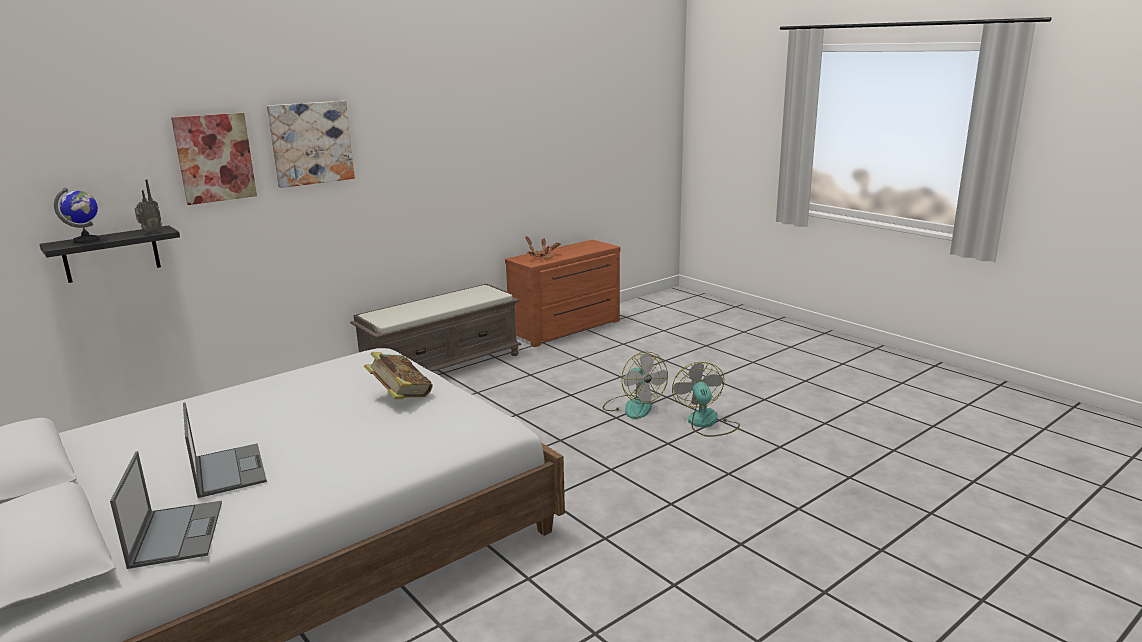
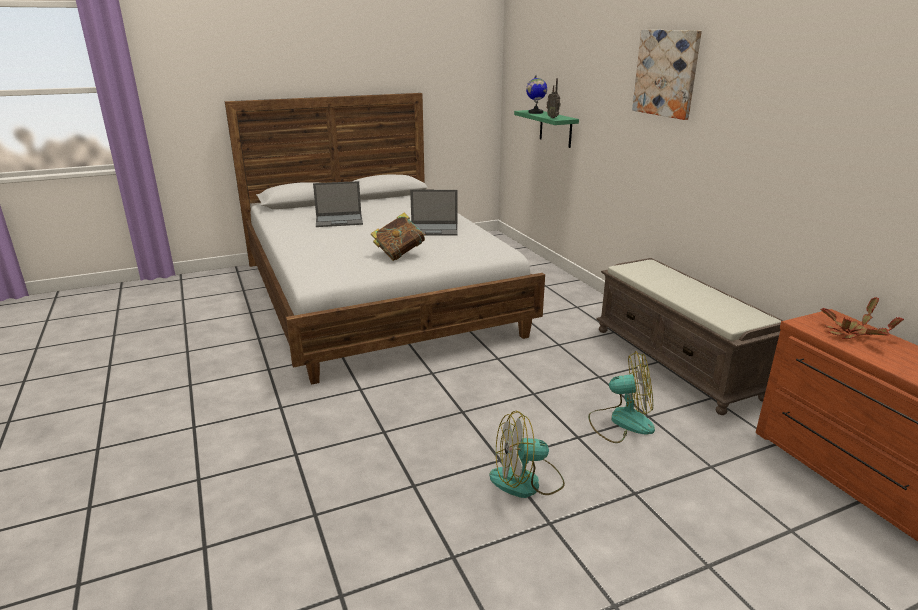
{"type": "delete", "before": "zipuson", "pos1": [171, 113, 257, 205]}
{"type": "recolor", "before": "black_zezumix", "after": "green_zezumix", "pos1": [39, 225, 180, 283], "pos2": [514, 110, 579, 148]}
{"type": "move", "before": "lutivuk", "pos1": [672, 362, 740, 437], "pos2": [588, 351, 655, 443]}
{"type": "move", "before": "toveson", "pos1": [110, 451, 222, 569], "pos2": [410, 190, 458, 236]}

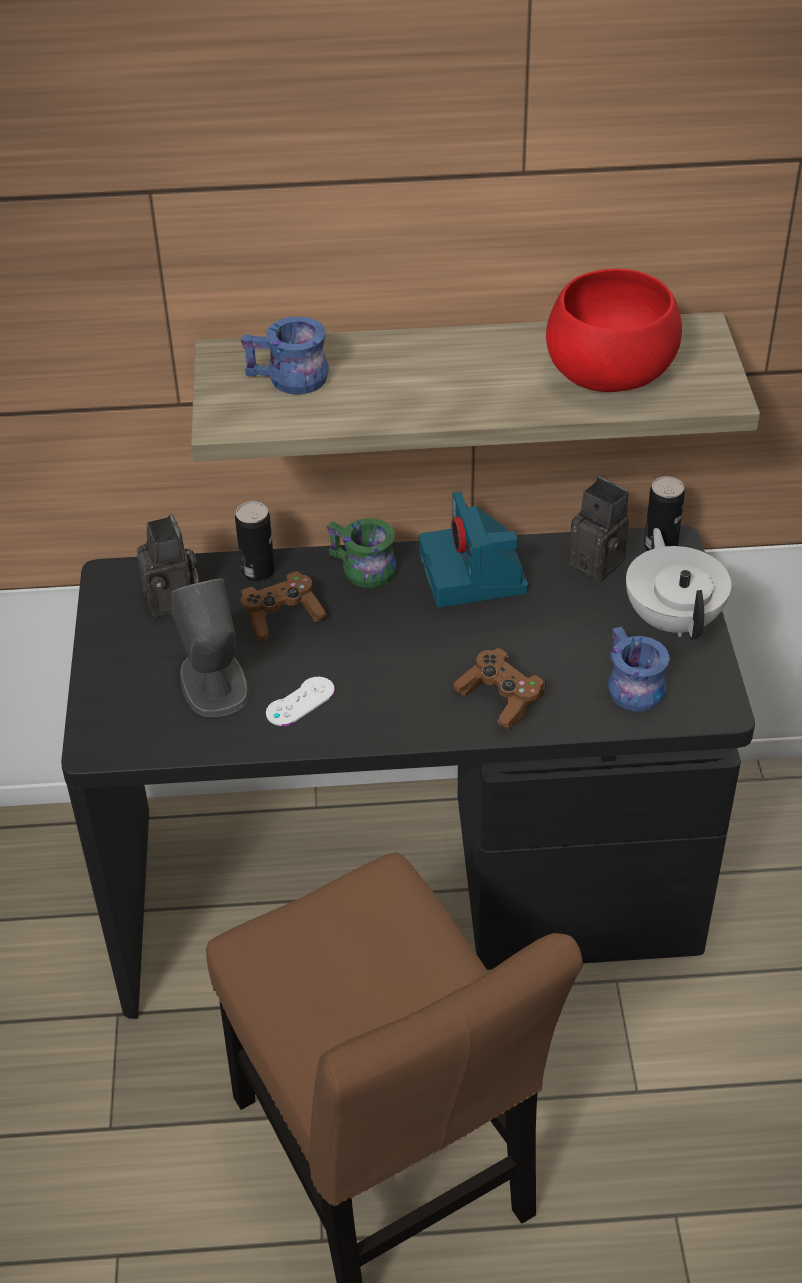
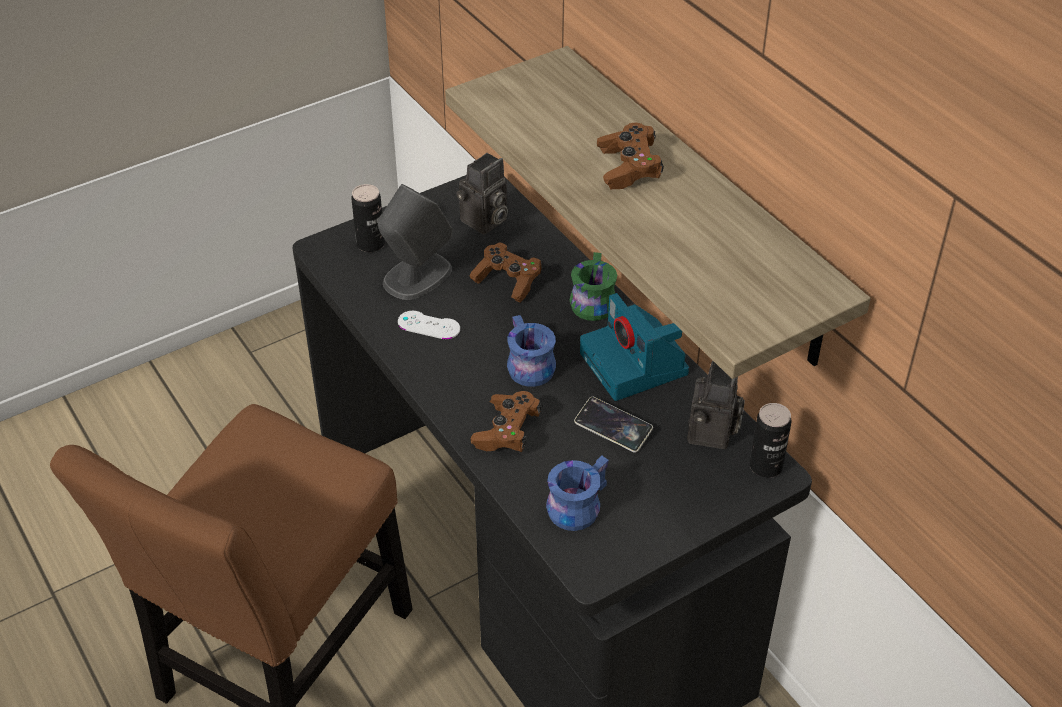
{"type": "delete", "before": "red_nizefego", "pos1": [546, 269, 682, 392]}
{"type": "move", "before": "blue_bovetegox", "pos1": [241, 316, 329, 394], "pos2": [507, 315, 556, 387]}
{"type": "rotate", "before": "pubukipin", "pos1": [419, 492, 528, 608], "pos2": [580, 293, 689, 401], "turn": -75}
{"type": "move", "before": "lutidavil", "pos1": [235, 501, 275, 581], "pos2": [351, 184, 385, 252]}
{"type": "delete", "before": "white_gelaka", "pos1": [626, 528, 731, 640]}
{"type": "insert", "after": "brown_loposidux", "pos2": [597, 123, 664, 189]}
{"type": "insert", "after": "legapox", "pos2": [574, 397, 653, 453]}

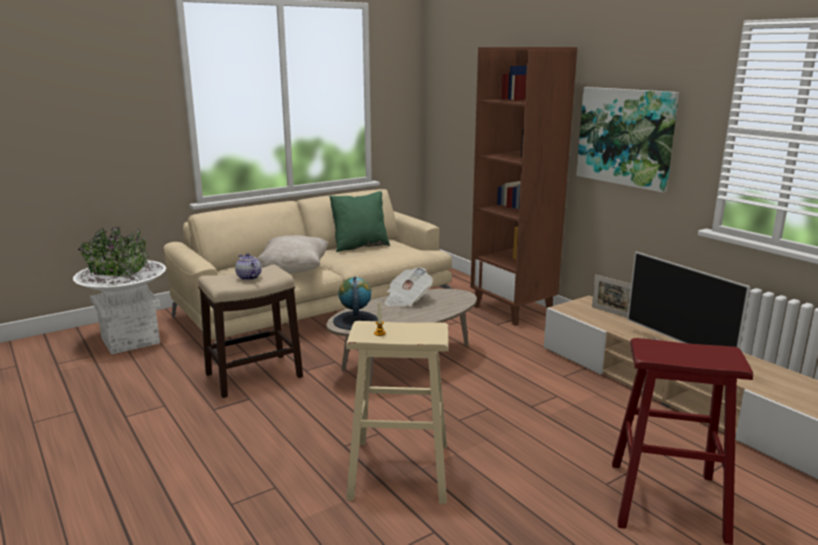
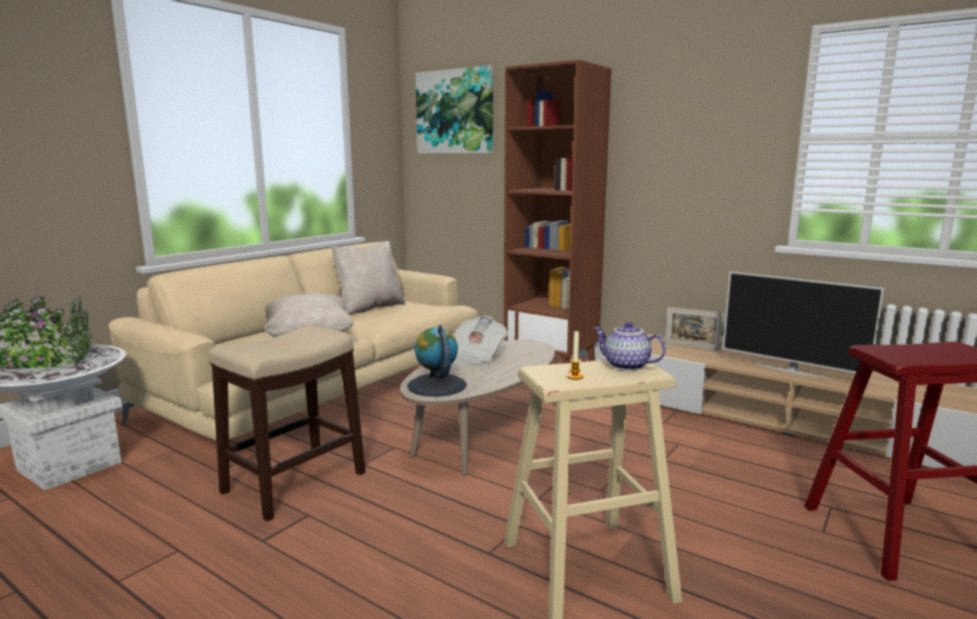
{"type": "move", "before": "zipuson", "pos1": [576, 87, 679, 193], "pos2": [415, 65, 493, 154]}
{"type": "recolor", "before": "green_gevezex", "after": "beige_gevezex", "pos1": [330, 191, 390, 252], "pos2": [331, 241, 405, 315]}
{"type": "move", "before": "gelaka", "pos1": [235, 253, 262, 280], "pos2": [593, 322, 666, 371]}

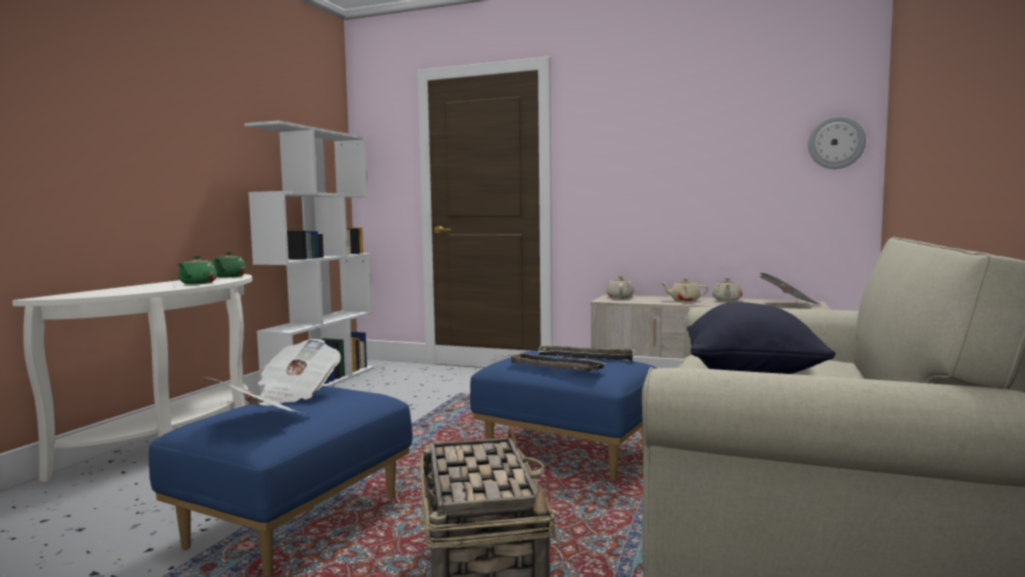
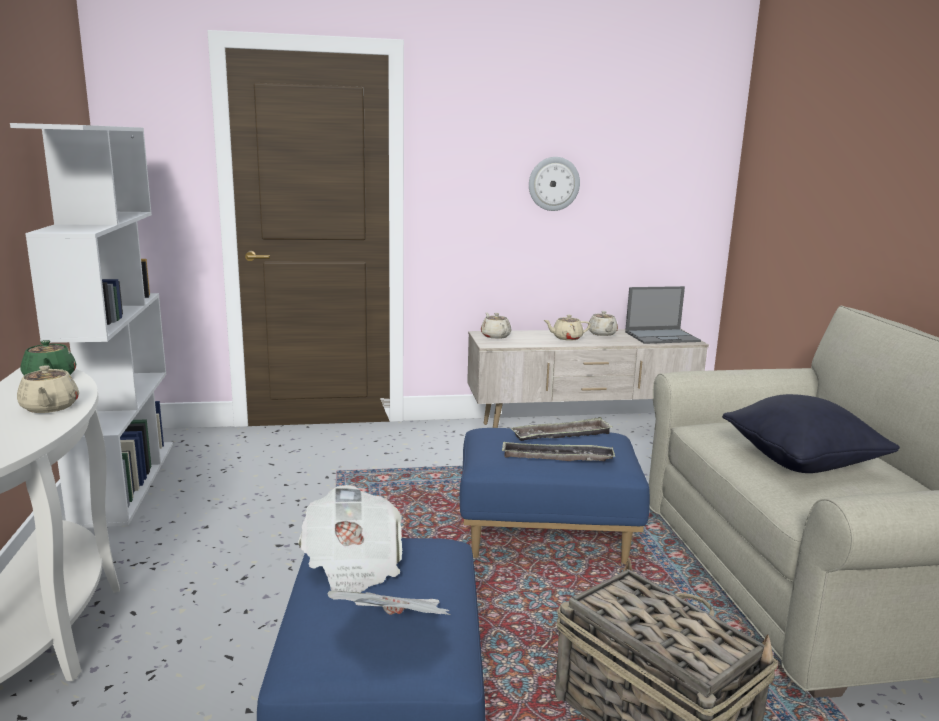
{"type": "move", "before": "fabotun", "pos1": [808, 116, 866, 169], "pos2": [529, 157, 580, 211]}
{"type": "recolor", "before": "green_gelaka", "after": "beige_gelaka", "pos1": [178, 256, 217, 284], "pos2": [17, 365, 79, 413]}
{"type": "replace", "before": "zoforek", "after": "toveson", "pos1": [759, 273, 820, 304], "pos2": [625, 286, 701, 344]}

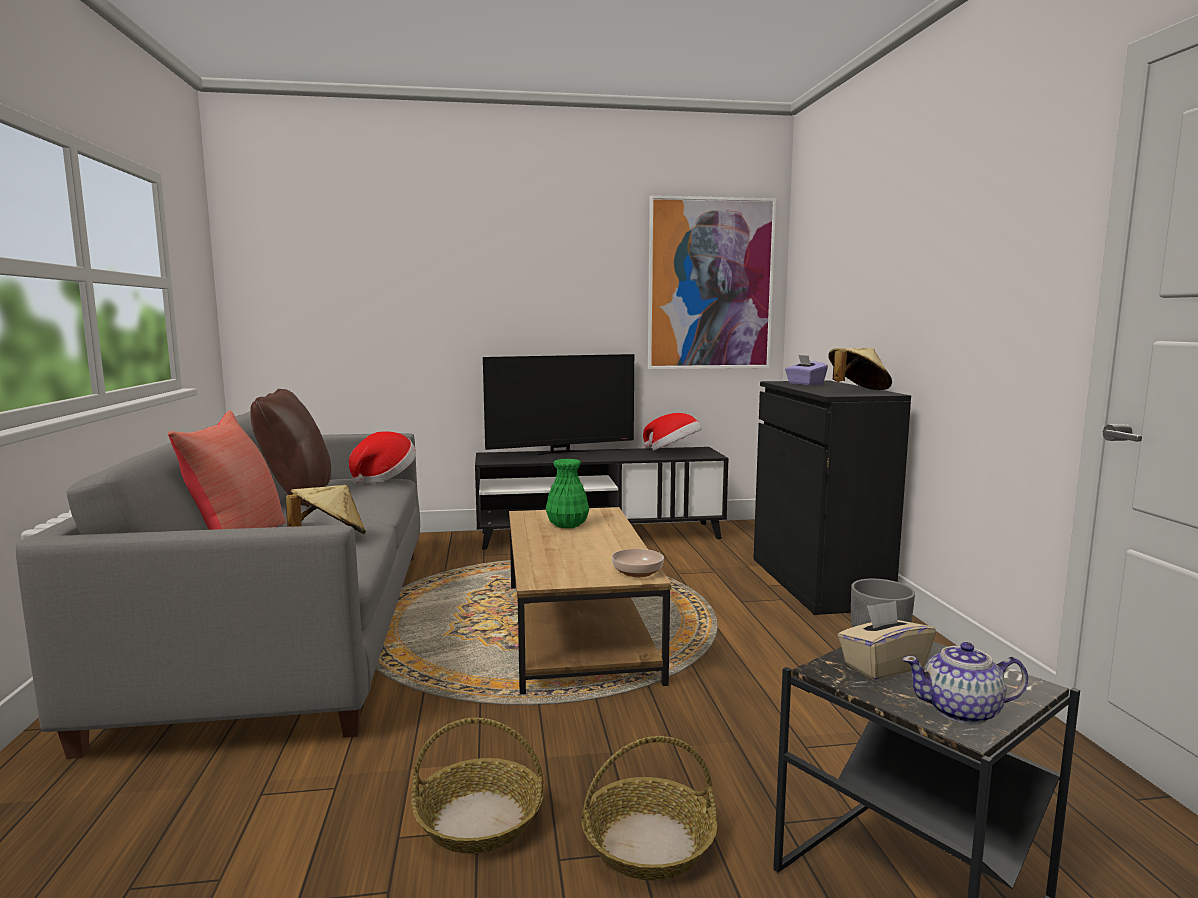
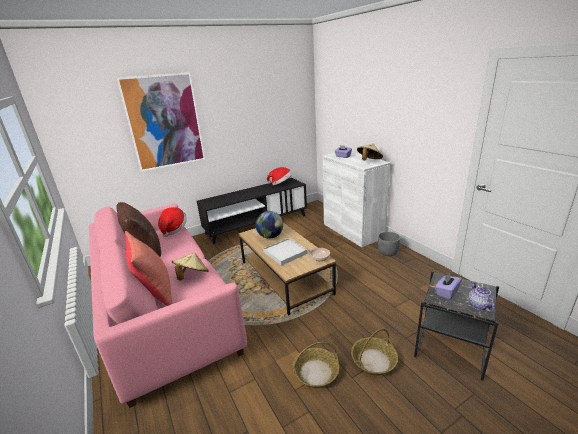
{"type": "move", "before": "zipuson", "pos1": [648, 195, 776, 369], "pos2": [117, 72, 205, 172]}
{"type": "delete", "before": "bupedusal", "pos1": [483, 354, 634, 455]}
{"type": "recolor", "before": "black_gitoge", "after": "white_gitoge", "pos1": [753, 381, 911, 615], "pos2": [323, 152, 391, 247]}
{"type": "recolor", "before": "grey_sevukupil", "after": "pink_sevukupil", "pos1": [16, 411, 420, 759], "pos2": [89, 204, 247, 408]}
{"type": "replace", "before": "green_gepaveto", "after": "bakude", "pos1": [546, 459, 589, 528], "pos2": [256, 211, 283, 239]}
{"type": "recolor", "before": "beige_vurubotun", "after": "purple_vurubotun", "pos1": [838, 601, 936, 680], "pos2": [435, 272, 462, 300]}
{"type": "rotate", "before": "gelaka", "pos1": [902, 642, 1028, 725], "pos2": [468, 281, 495, 312], "turn": 105}
{"type": "insert", "after": "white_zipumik", "pos2": [263, 238, 308, 266]}

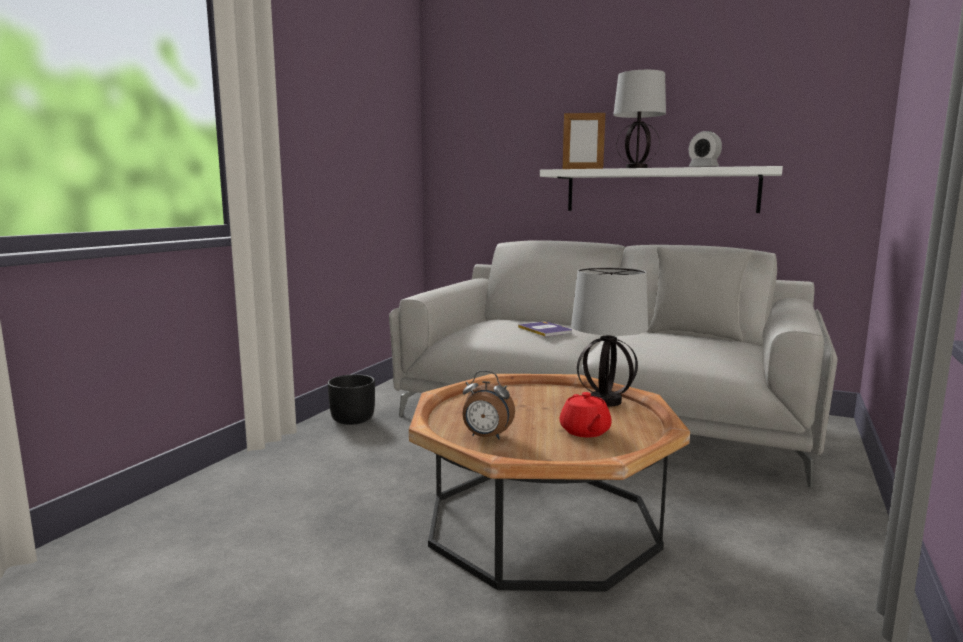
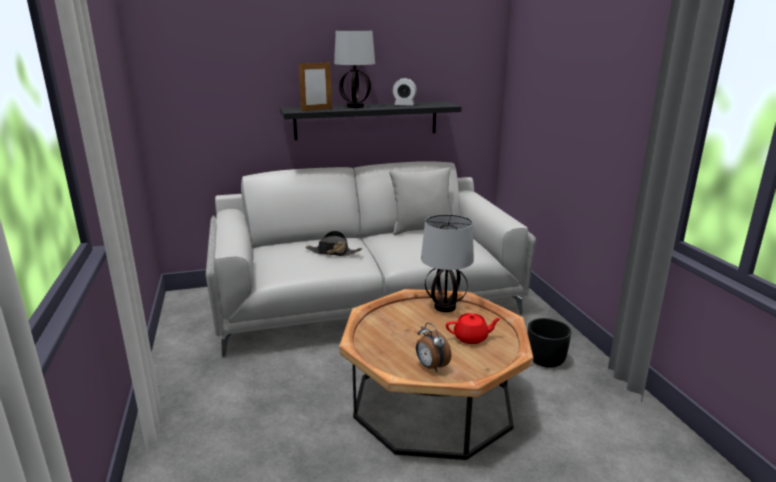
{"type": "recolor", "before": "white_zezumix", "after": "black_zezumix", "pos1": [540, 166, 783, 213], "pos2": [280, 101, 462, 140]}
{"type": "replace", "before": "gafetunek", "after": "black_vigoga", "pos1": [518, 322, 572, 337], "pos2": [306, 231, 362, 256]}
{"type": "rotate", "before": "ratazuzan", "pos1": [462, 371, 515, 440], "pos2": [416, 322, 451, 372], "turn": 75}
{"type": "move", "before": "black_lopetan", "pos1": [328, 374, 375, 425], "pos2": [527, 318, 572, 368]}
{"type": "rotate", "before": "red_gelaka", "pos1": [559, 392, 612, 437], "pos2": [446, 313, 501, 344], "turn": -45}

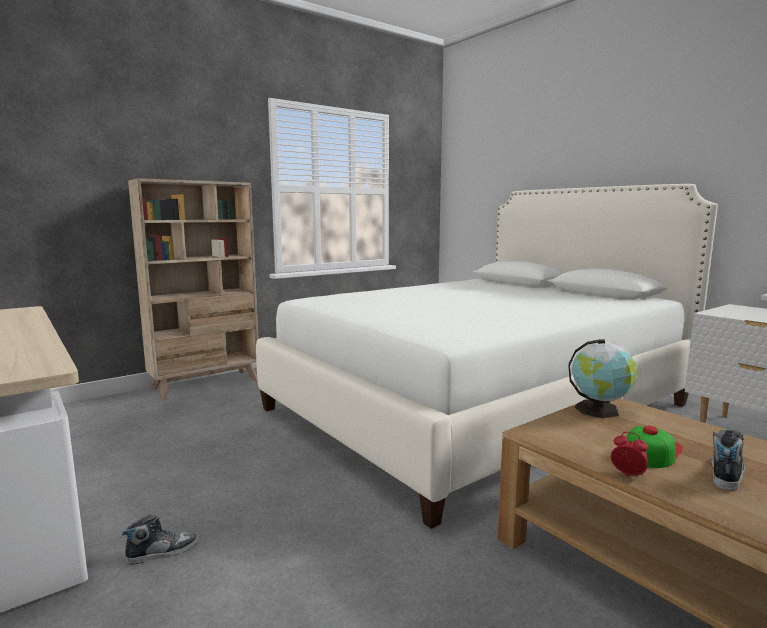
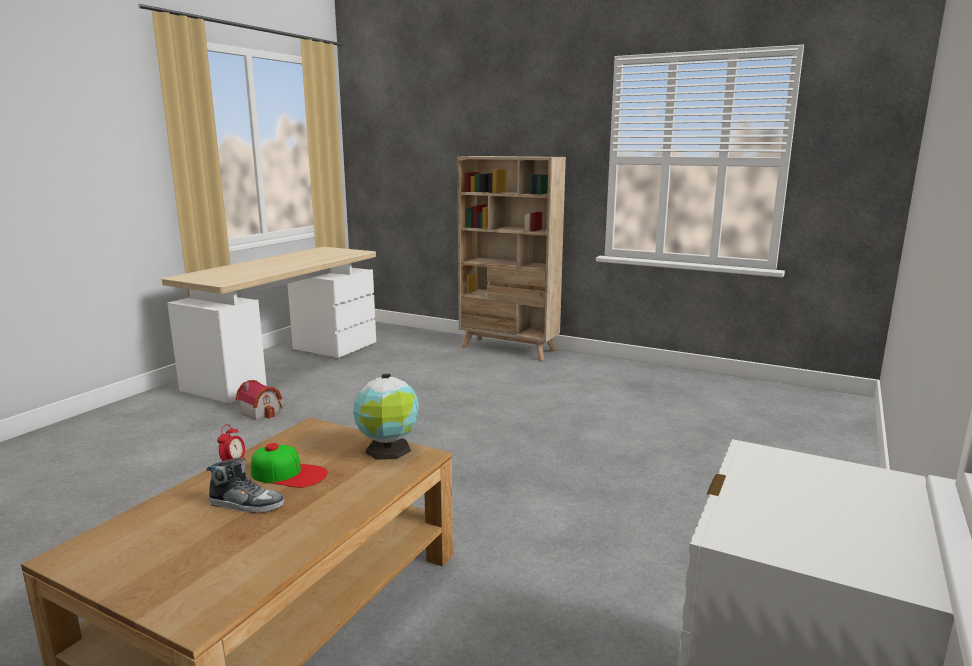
{"type": "delete", "before": "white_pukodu", "pos1": [256, 184, 718, 529]}
{"type": "replace", "before": "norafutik", "after": "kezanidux", "pos1": [122, 514, 197, 565], "pos2": [236, 380, 283, 420]}

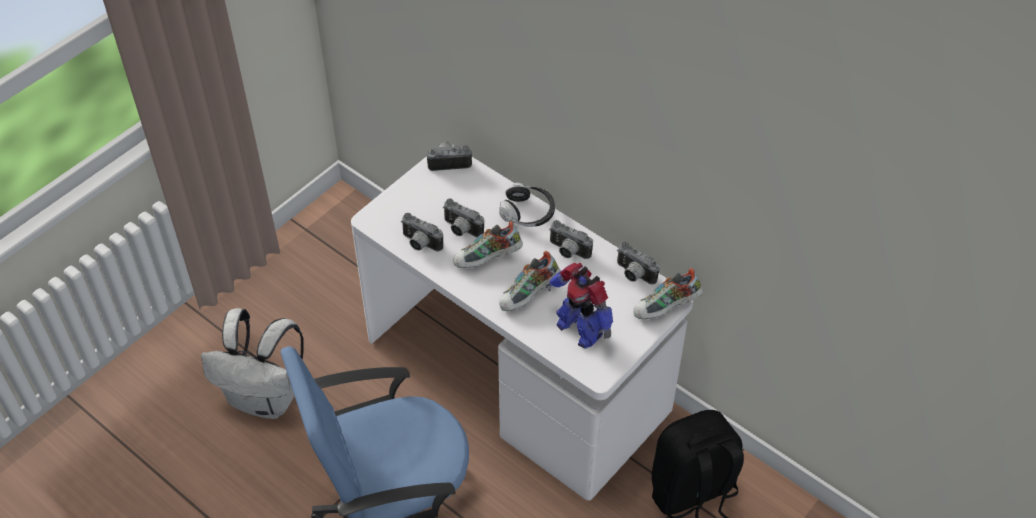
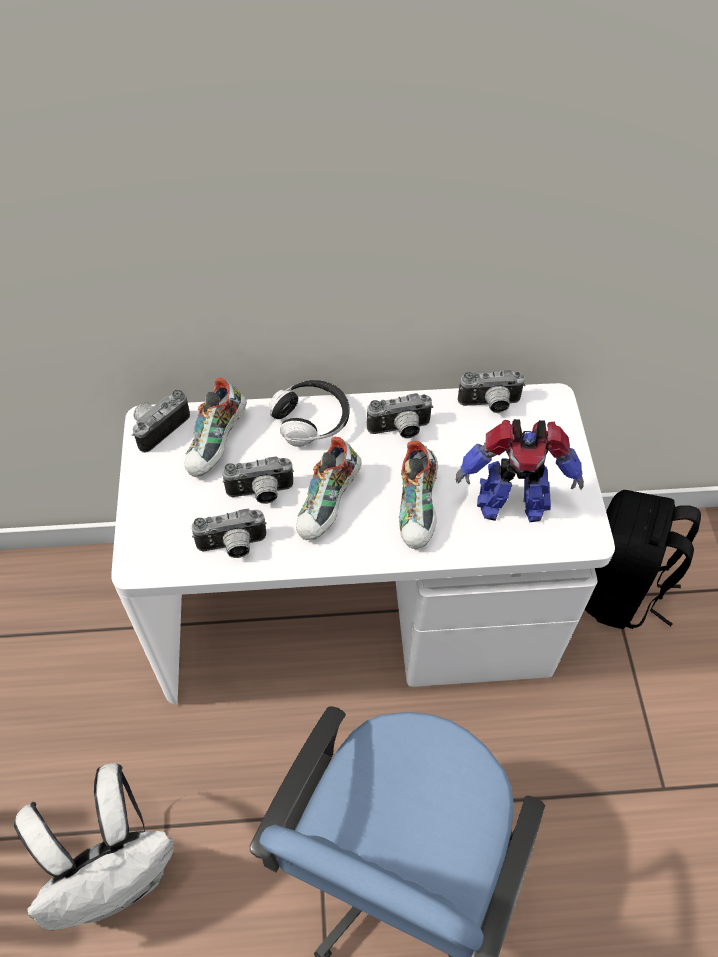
{"type": "move", "before": "norafutik", "pos1": [633, 268, 703, 319], "pos2": [185, 377, 247, 477]}

